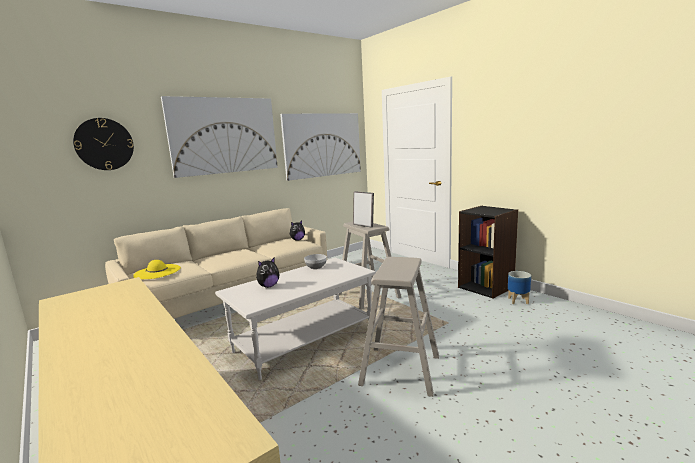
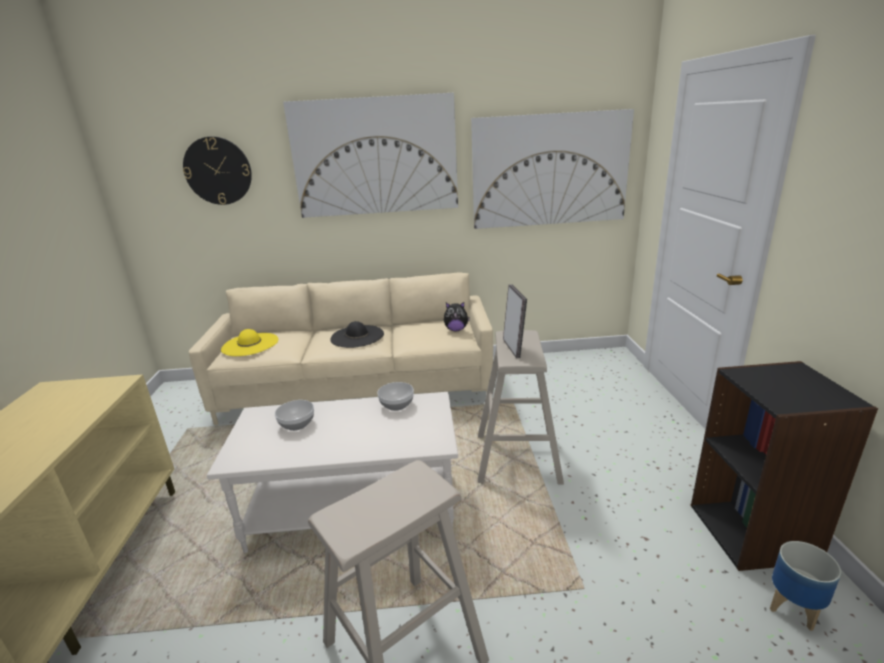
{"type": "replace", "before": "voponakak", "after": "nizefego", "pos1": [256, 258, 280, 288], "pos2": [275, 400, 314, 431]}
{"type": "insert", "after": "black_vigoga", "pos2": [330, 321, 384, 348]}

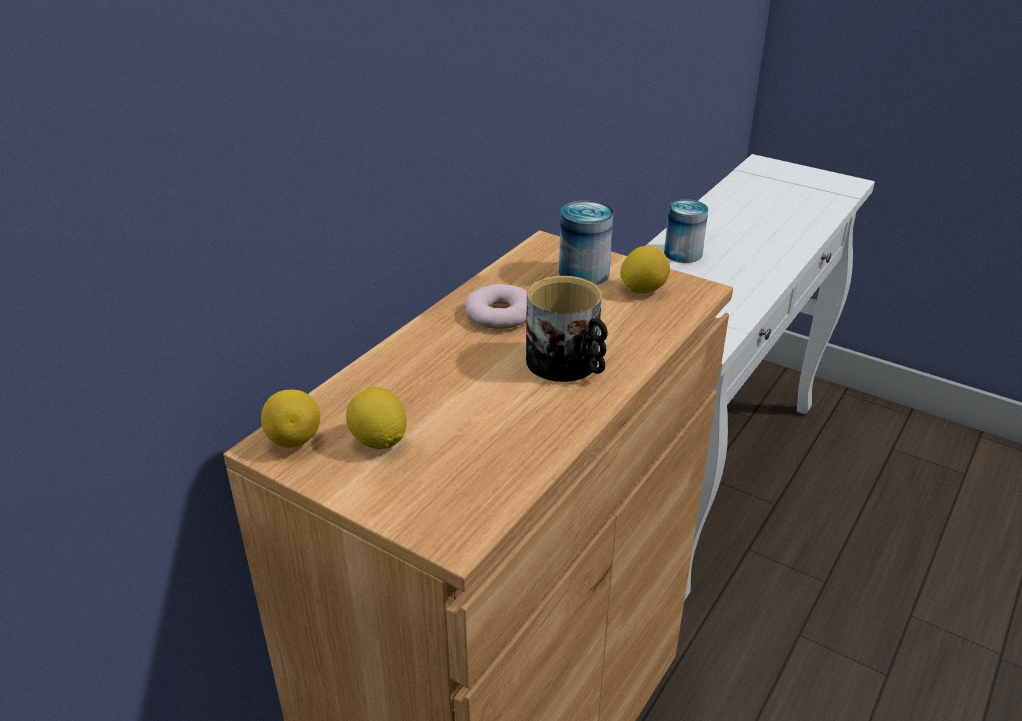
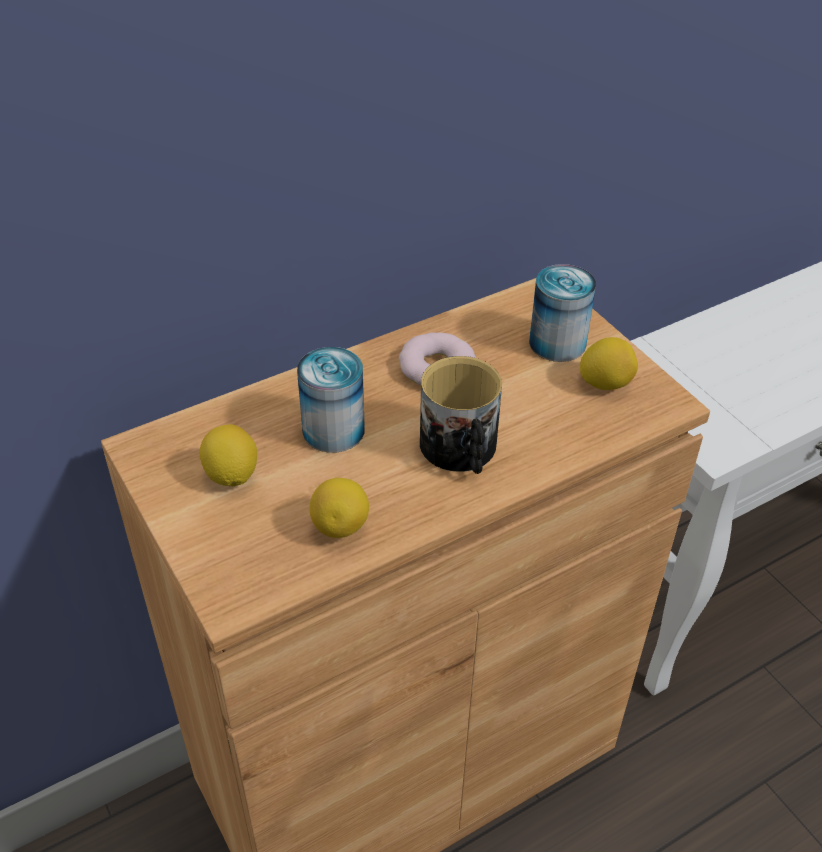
{"type": "move", "before": "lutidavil", "pos1": [664, 199, 708, 263], "pos2": [297, 347, 365, 453]}
{"type": "move", "before": "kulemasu", "pos1": [261, 390, 320, 448], "pos2": [309, 478, 369, 538]}

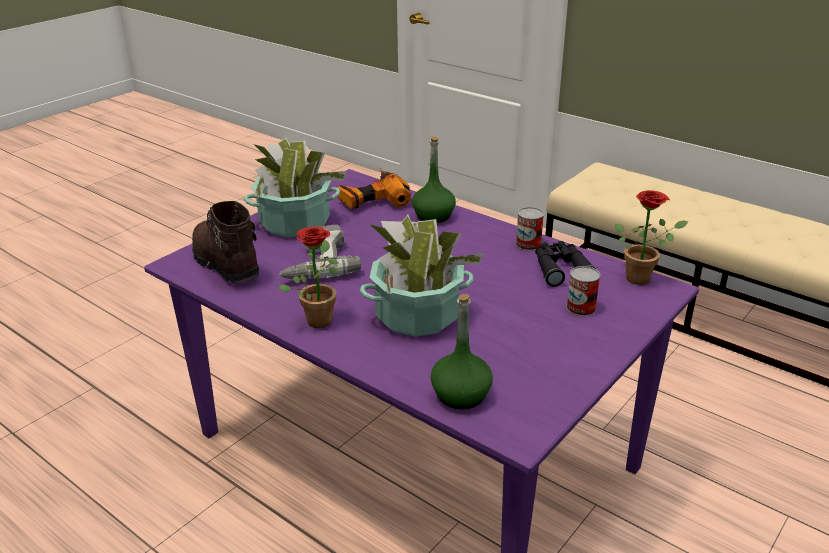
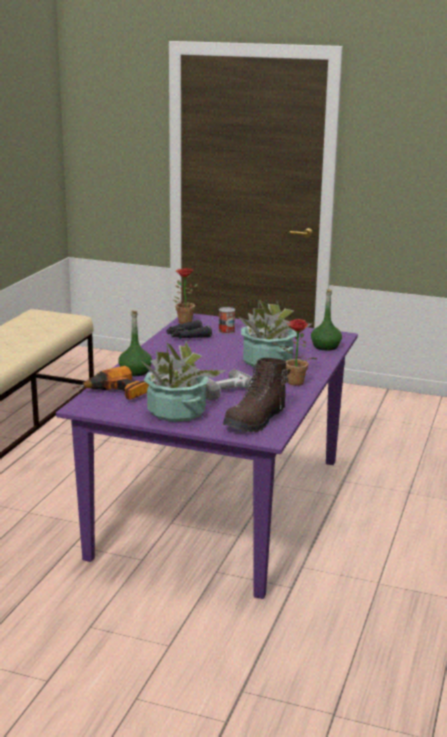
{"type": "delete", "before": "lutidavil", "pos1": [516, 207, 544, 251]}

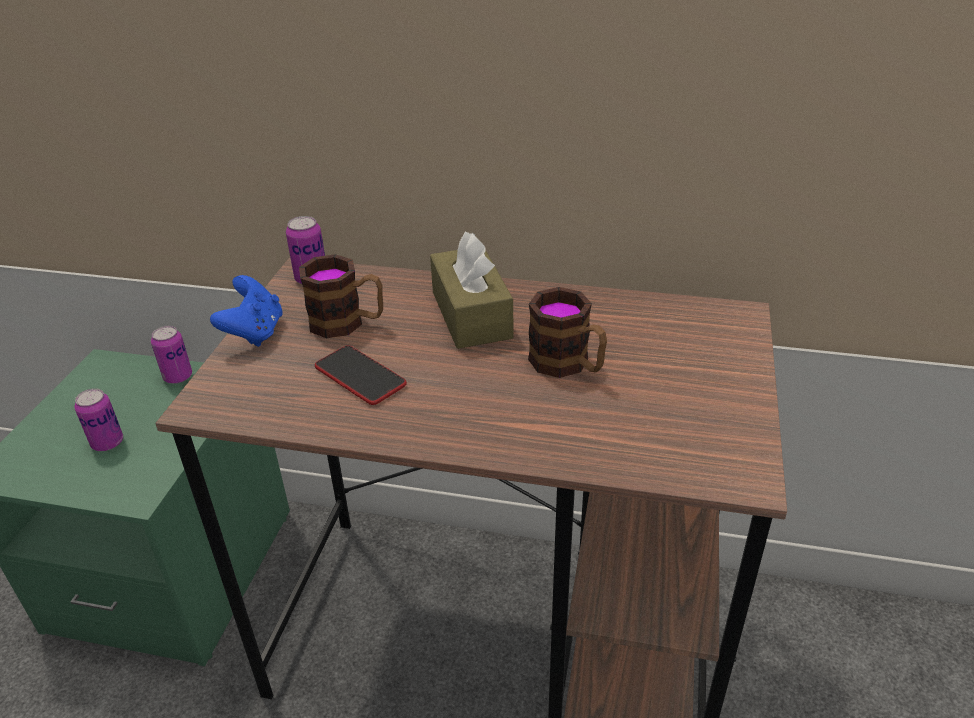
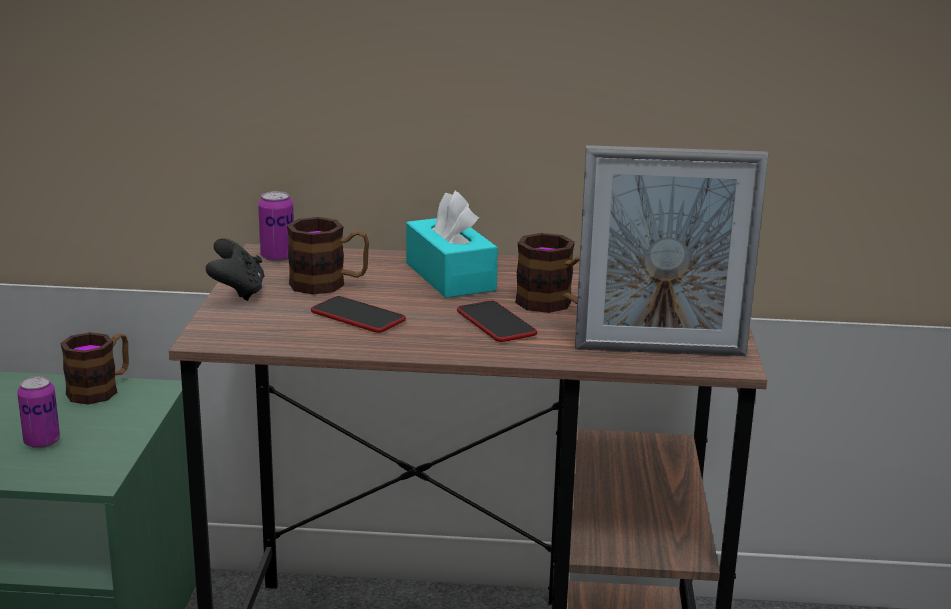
{"type": "recolor", "before": "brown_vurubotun", "after": "turquoise_vurubotun", "pos1": [430, 232, 513, 349], "pos2": [406, 191, 498, 298]}
{"type": "recolor", "before": "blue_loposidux", "after": "black_loposidux", "pos1": [210, 275, 283, 347], "pos2": [205, 238, 264, 301]}
{"type": "replace", "before": "lutidavil", "after": "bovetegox", "pos1": [151, 326, 192, 384], "pos2": [60, 332, 129, 405]}
{"type": "insert", "after": "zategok", "pos2": [575, 145, 769, 356]}
{"type": "insert", "after": "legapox", "pos2": [457, 300, 537, 342]}

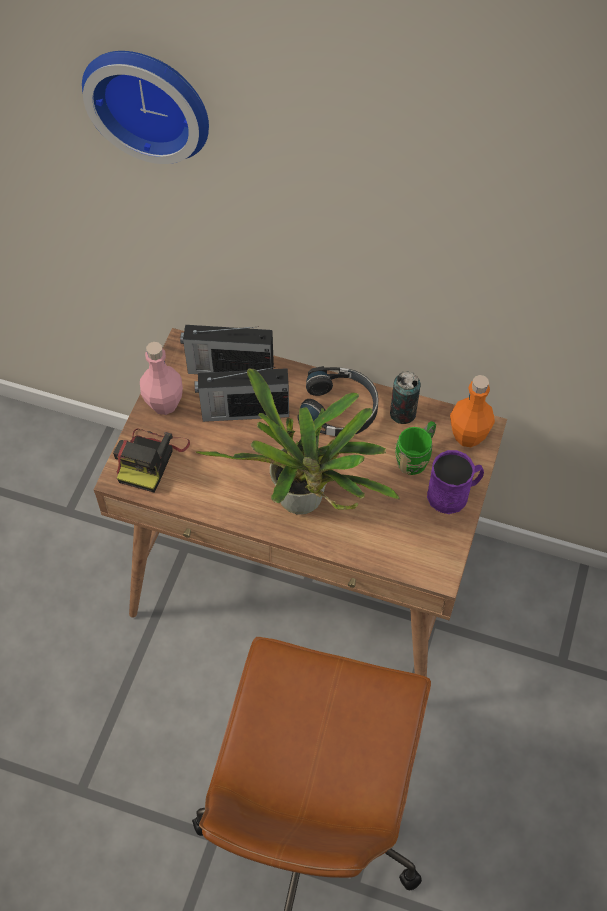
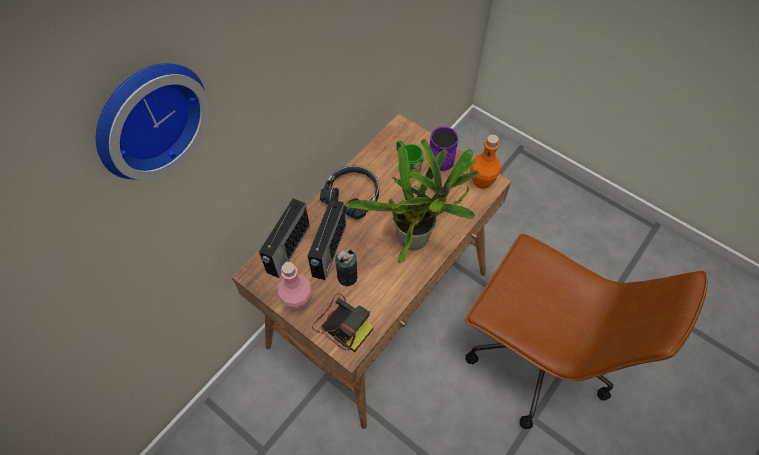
{"type": "move", "before": "lutidavil", "pos1": [390, 371, 421, 424], "pos2": [335, 249, 357, 287]}
{"type": "move", "before": "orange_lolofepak", "pos1": [450, 375, 495, 447], "pos2": [470, 135, 501, 189]}

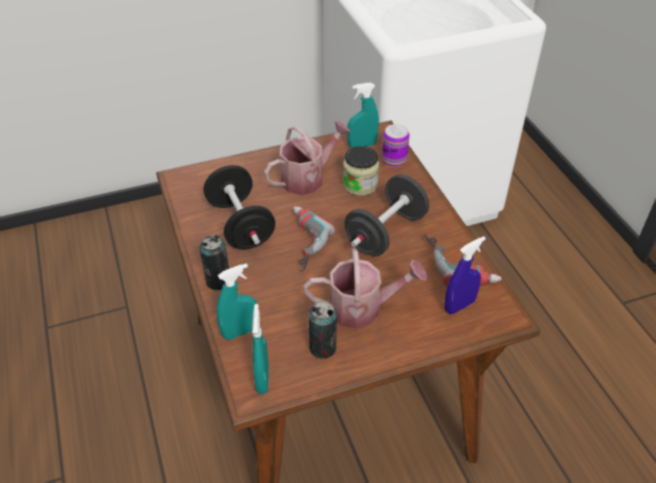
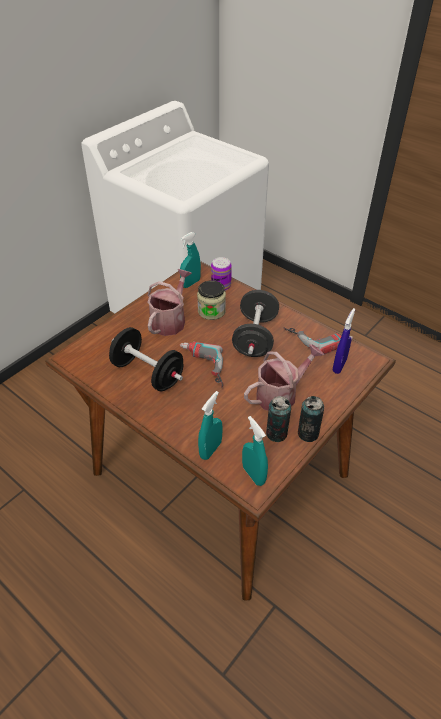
{"type": "move", "before": "lutidavil", "pos1": [200, 235, 229, 290], "pos2": [298, 396, 324, 442]}

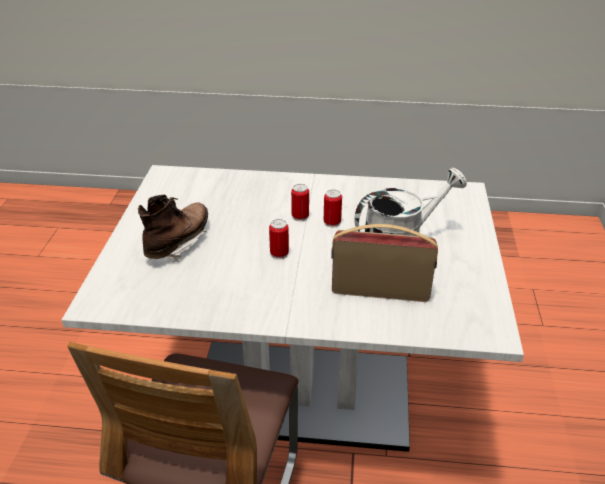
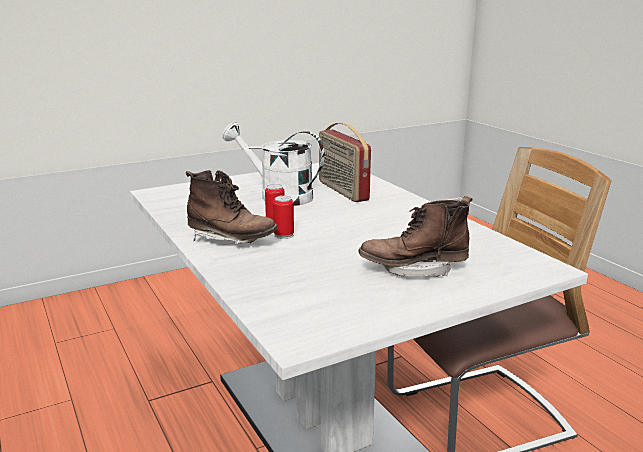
{"type": "delete", "before": "lutidavil", "pos1": [269, 219, 289, 259]}
{"type": "insert", "after": "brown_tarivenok", "pos2": [186, 170, 278, 244]}

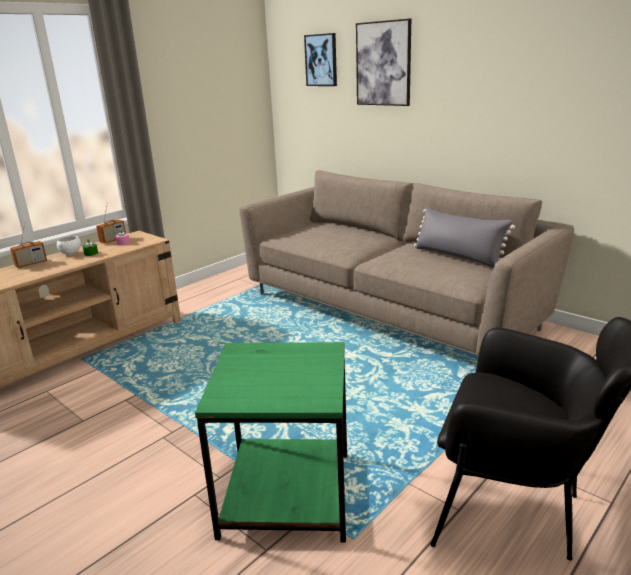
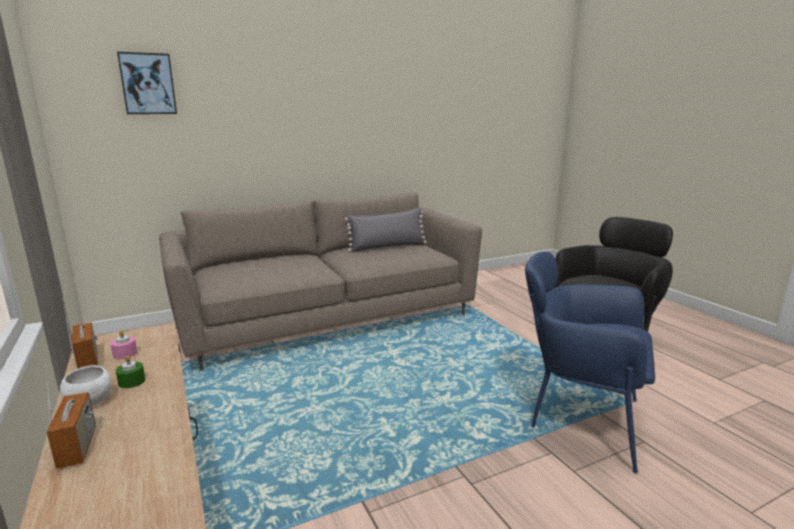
{"type": "delete", "before": "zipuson", "pos1": [356, 18, 411, 106]}
{"type": "replace", "before": "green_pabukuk", "after": "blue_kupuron", "pos1": [195, 342, 347, 543], "pos2": [525, 251, 655, 473]}

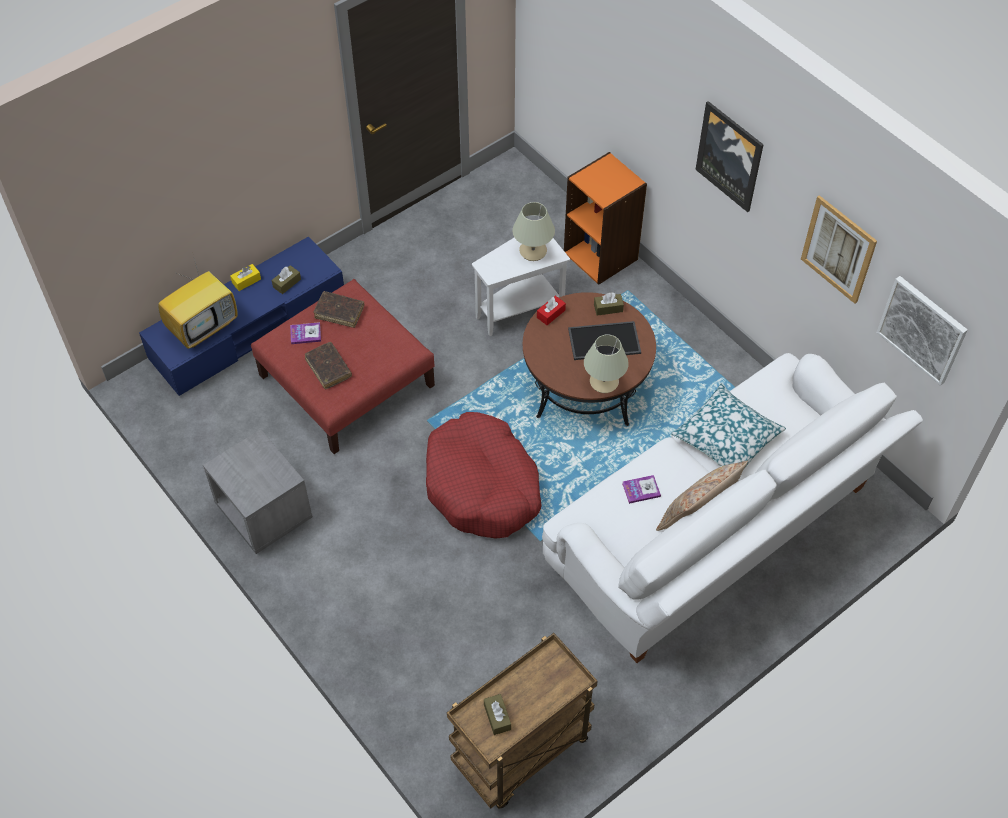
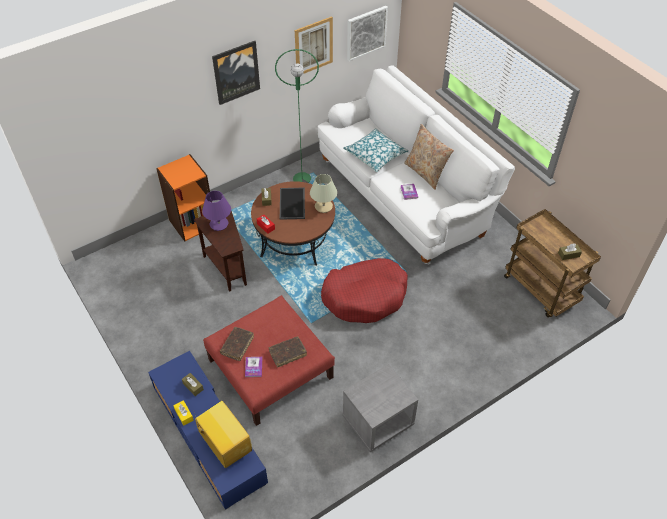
{"type": "recolor", "before": "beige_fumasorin", "after": "purple_fumasorin", "pos1": [512, 202, 555, 261], "pos2": [202, 191, 231, 231]}
{"type": "recolor", "before": "white_pabukuk", "after": "brown_pabukuk", "pos1": [472, 238, 570, 336], "pos2": [194, 211, 247, 292]}
{"type": "insert", "after": "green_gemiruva", "pos2": [275, 49, 319, 183]}

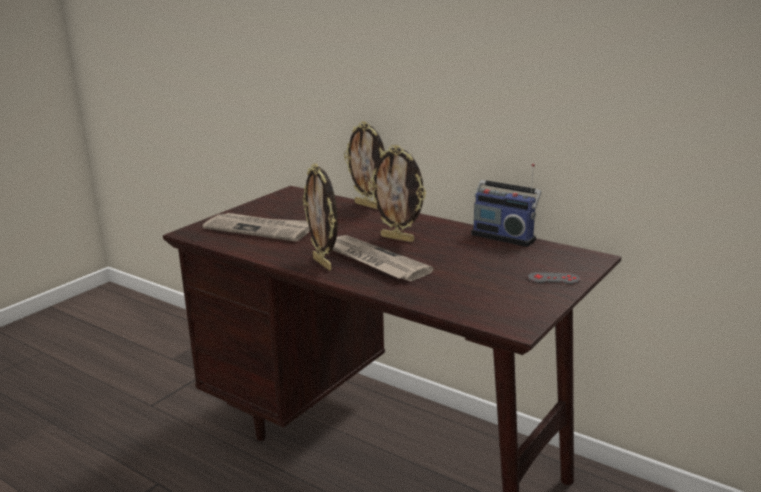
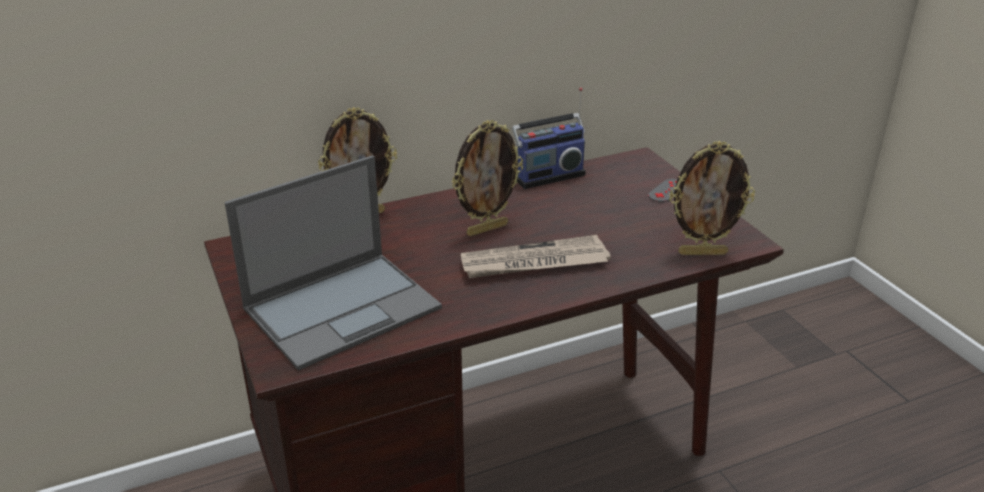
{"type": "move", "before": "zategok", "pos1": [302, 163, 338, 271], "pos2": [669, 141, 755, 255]}
{"type": "replace", "before": "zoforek", "after": "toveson", "pos1": [203, 213, 310, 241], "pos2": [225, 155, 442, 371]}

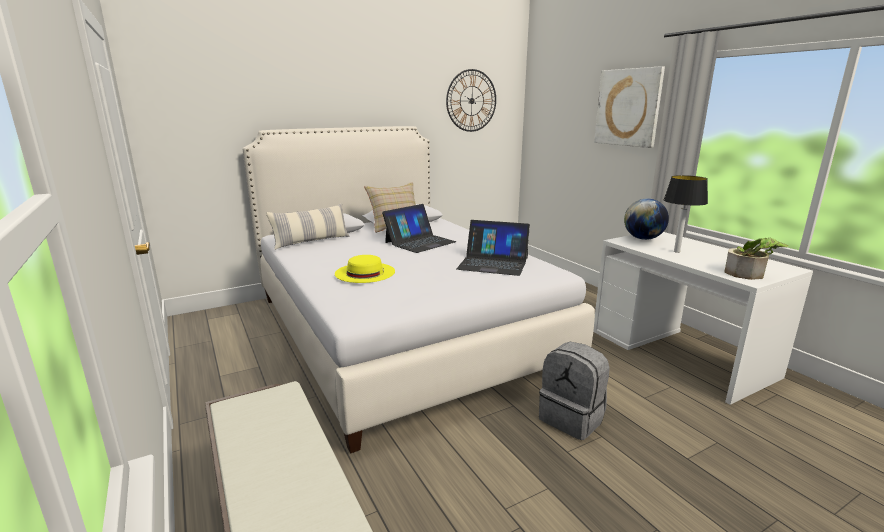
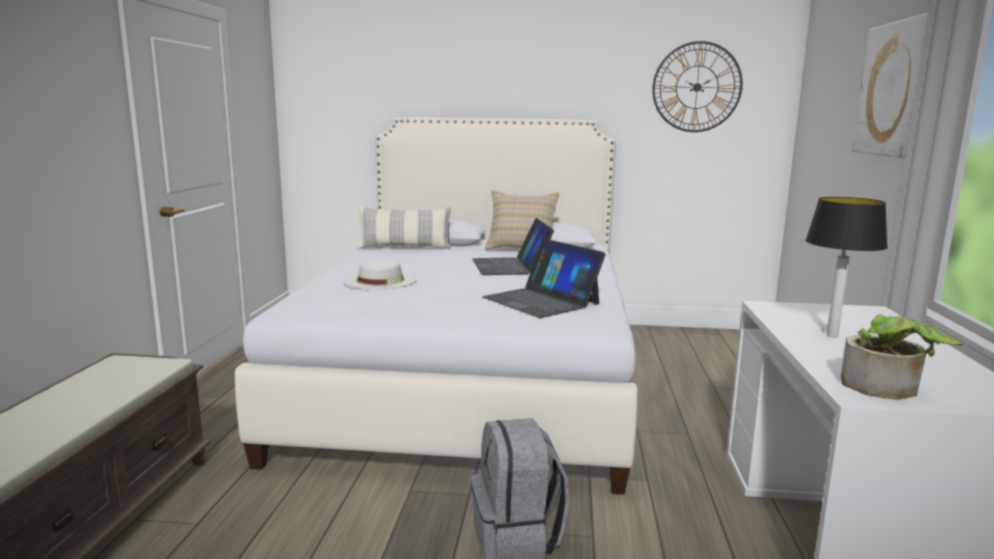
{"type": "delete", "before": "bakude", "pos1": [624, 198, 669, 240]}
{"type": "rotate", "before": "toveson", "pos1": [382, 204, 456, 253], "pos2": [473, 218, 554, 275], "turn": 90}
{"type": "recolor", "before": "yellow_vigoga", "after": "white_vigoga", "pos1": [335, 255, 395, 283], "pos2": [343, 259, 418, 289]}

